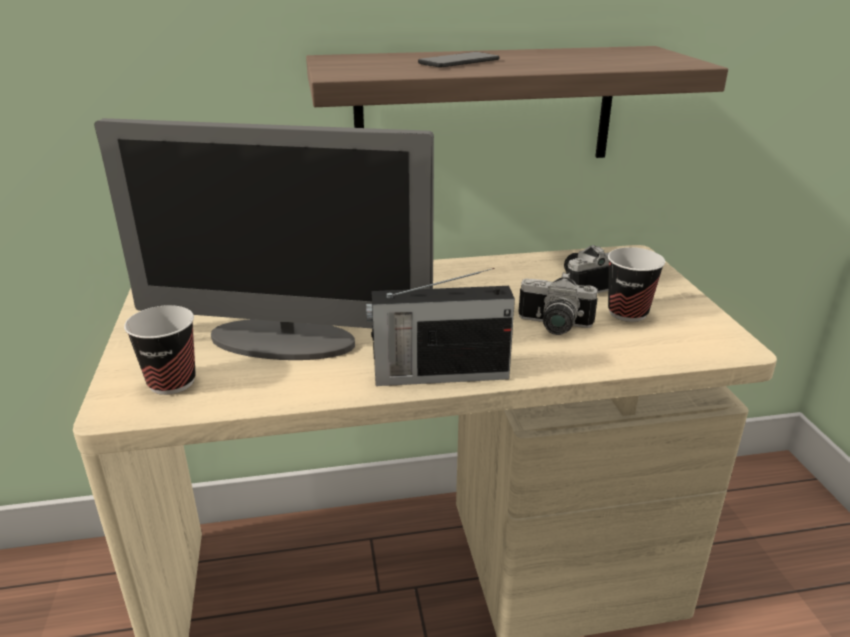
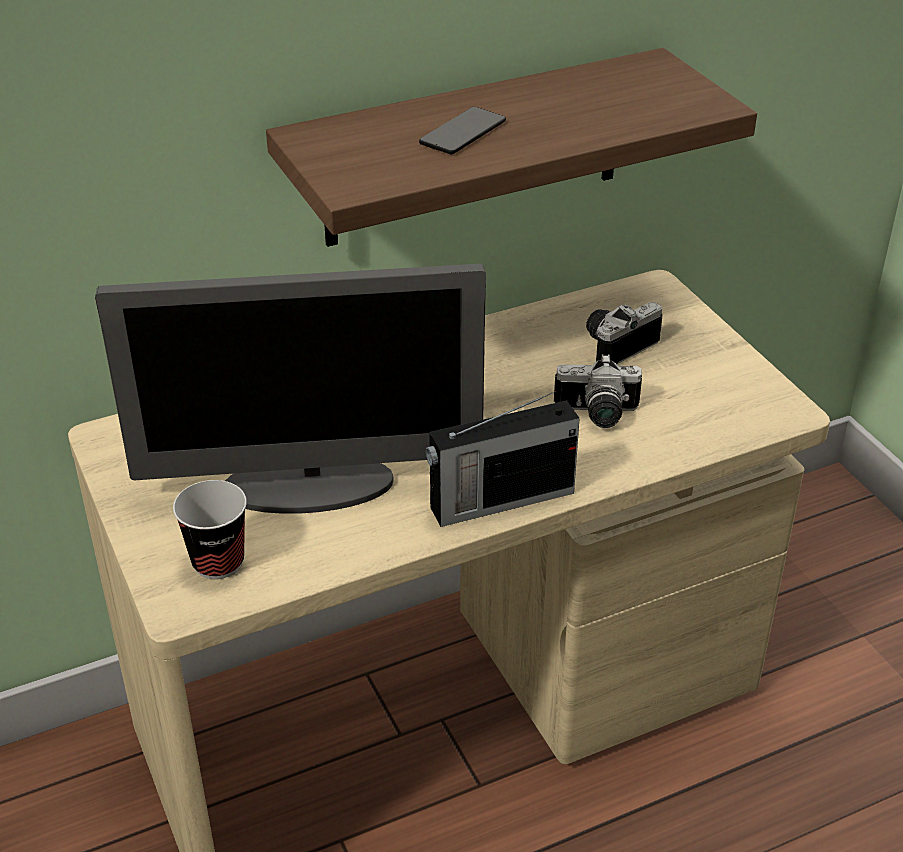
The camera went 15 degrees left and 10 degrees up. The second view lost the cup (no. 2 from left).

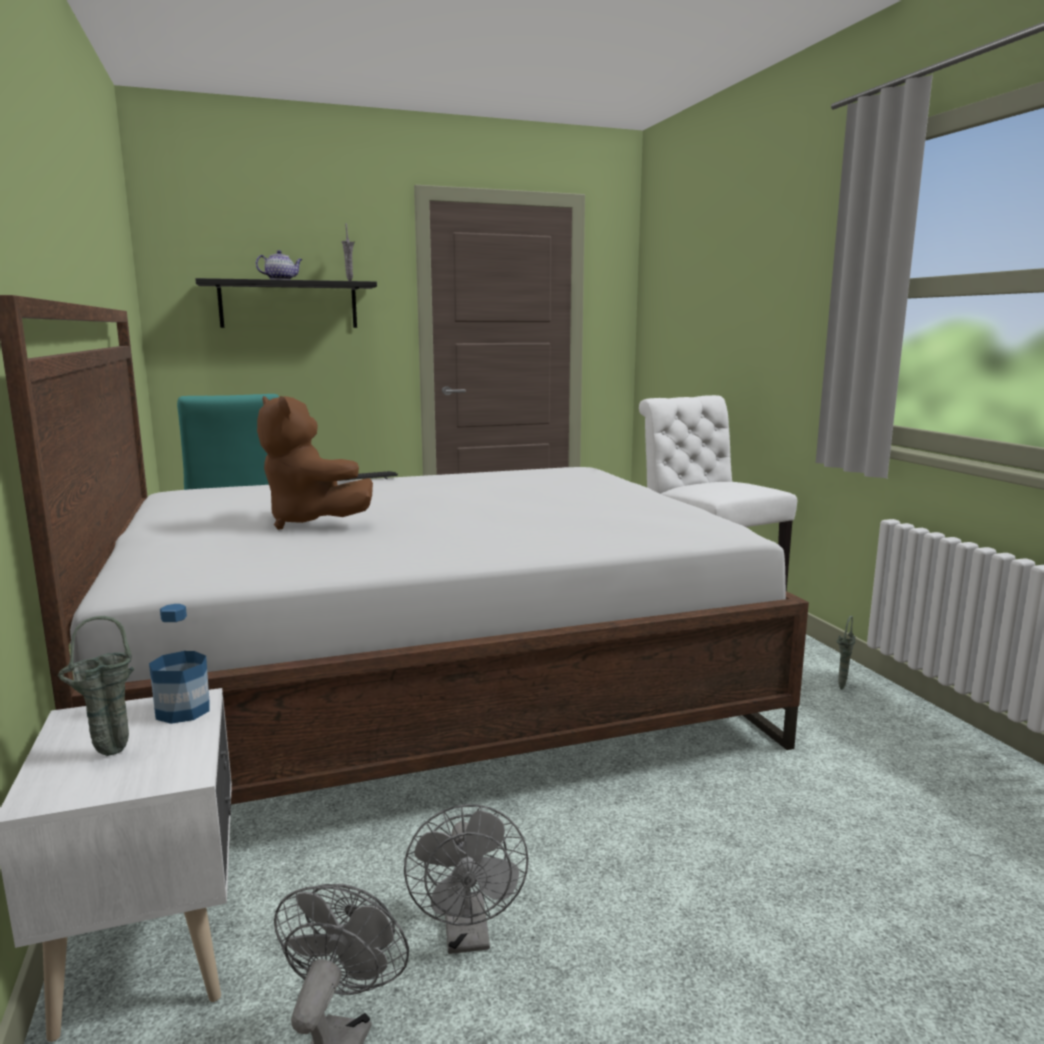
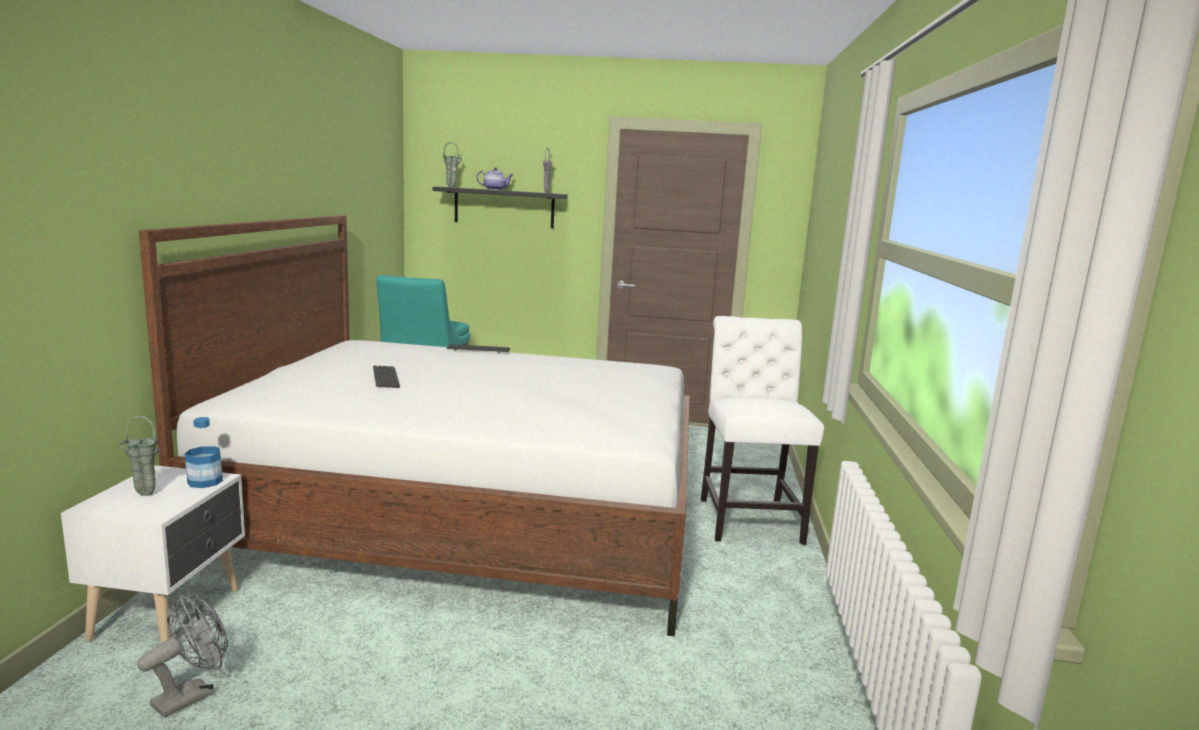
The camera went 25 degrees right and 0 degrees up. Where the brown_plush_toy stood, the PC_keyboard (no. 1 from left) came to stand. The green_decorative_vase (no. 2 from left) ended up elsewhere. The second view lost the grey_cooling_fan (no. 2 from left).

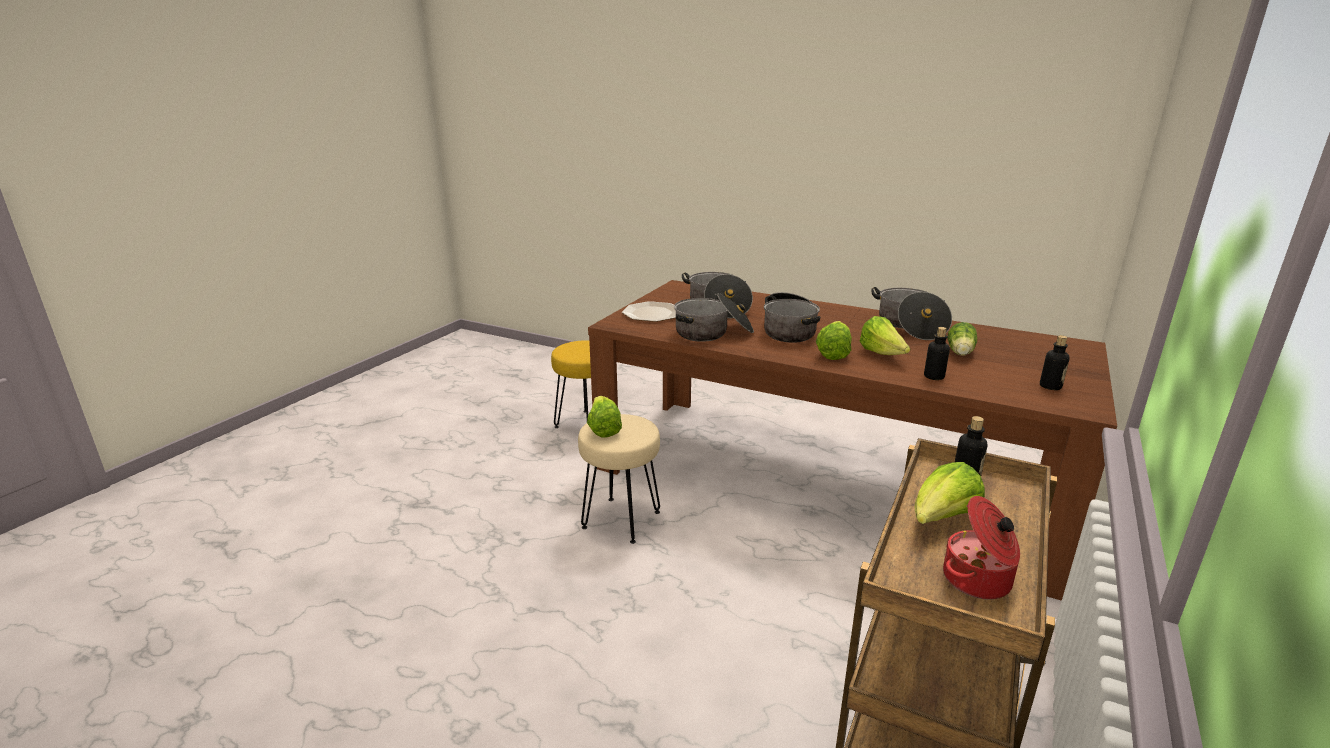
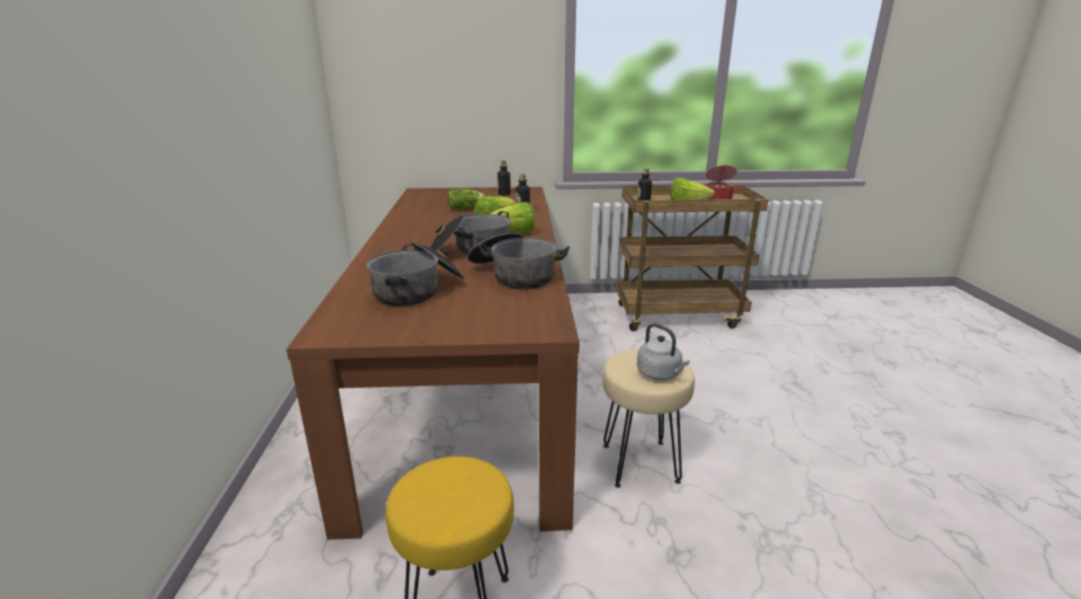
The camera went 120 degrees left and 0 degrees up. The second view lost the saucepot (no. 4 from left). The second view lost the dinner_plate. Where the lettuce_head (no. 1 from left) stood, the grey_water_kettle came to stand.

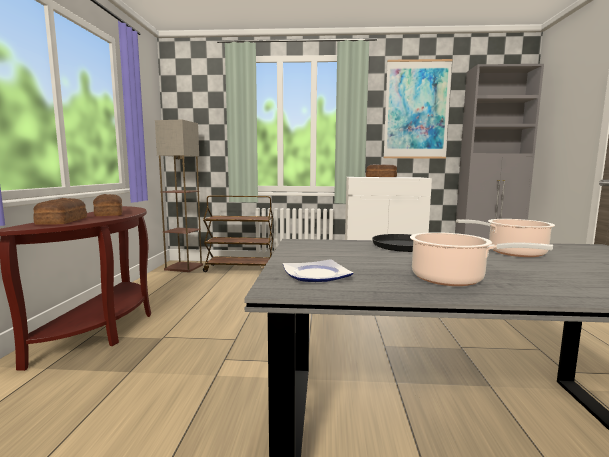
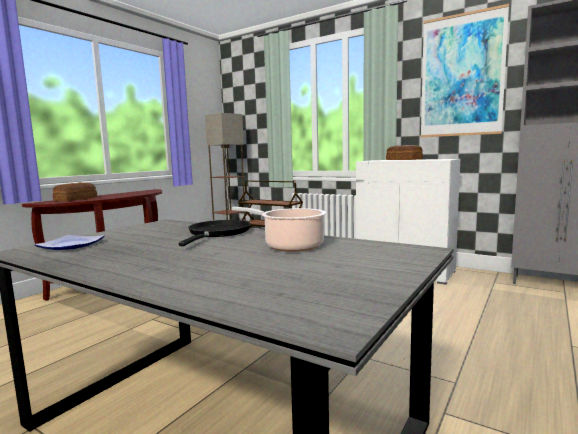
The camera went 30 degrees right and 0 degrees up. The second view lost the baked_bread (no. 2 from left). The second view lost the saucepot (no. 1 from left).

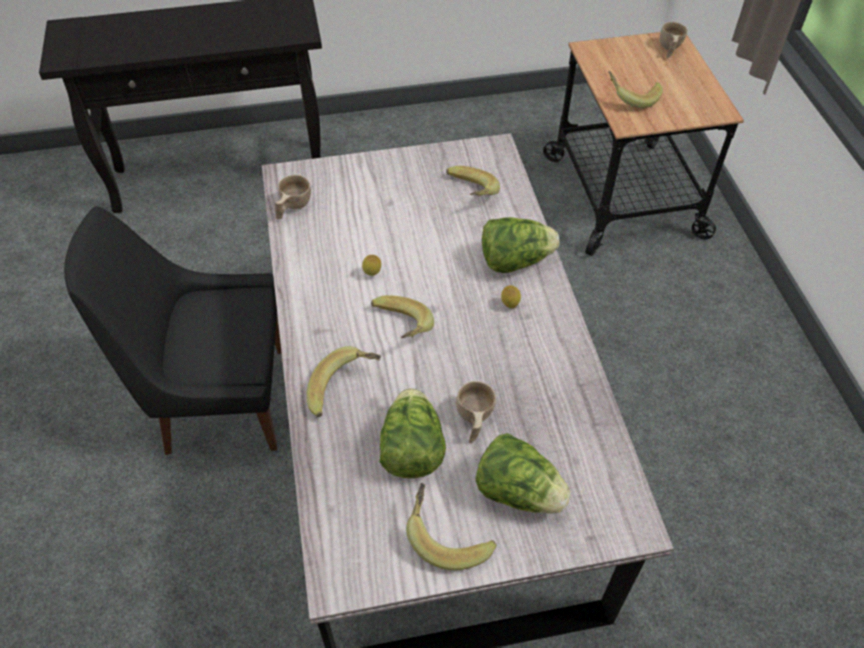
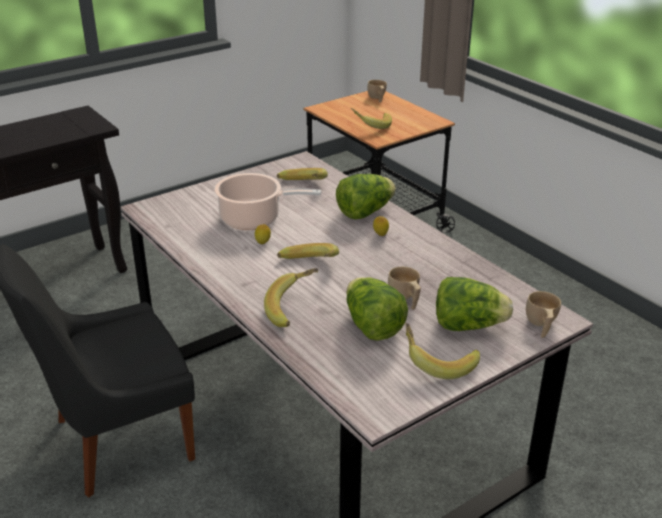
The camera went 25 degrees left and 20 degrees down. The sand-coloured_cup (no. 1 from left in the first image) ended up elsewhere. The second view gained the saucepot.

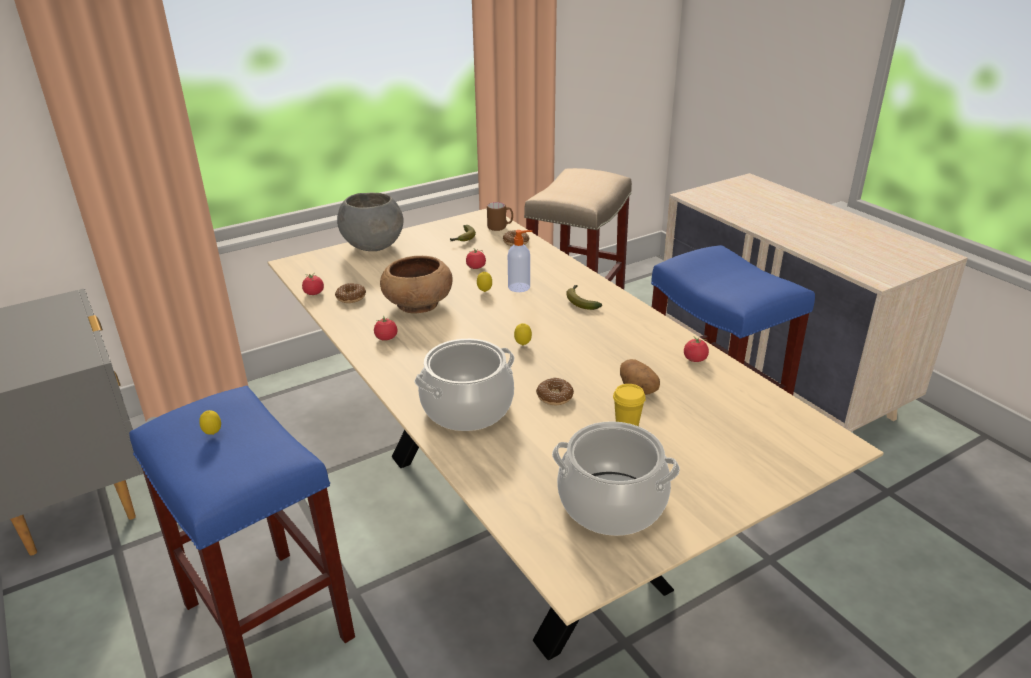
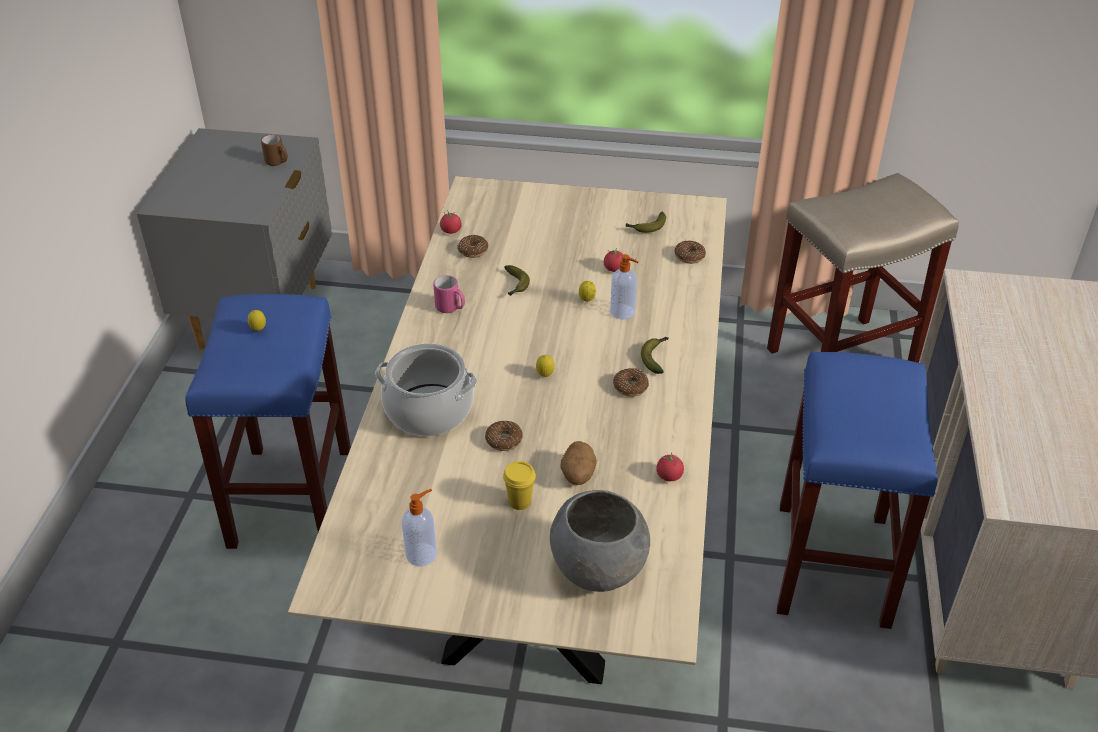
The camera went 40 degrees right and 10 degrees up. The grey_deep_dish ended up elsewhere. The brown_mug ended up elsewhere. Where the brown_deep_dish stood, the banana (no. 1 from left) came to stand. Where the tomato (no. 2 from left) stood, the pink_mug came to stand. Where the saucepot (no. 2 from left) stood, the liquid_soap_bottle (no. 1 from left) came to stand. The second view gained the doughnut (no. 3 from left).

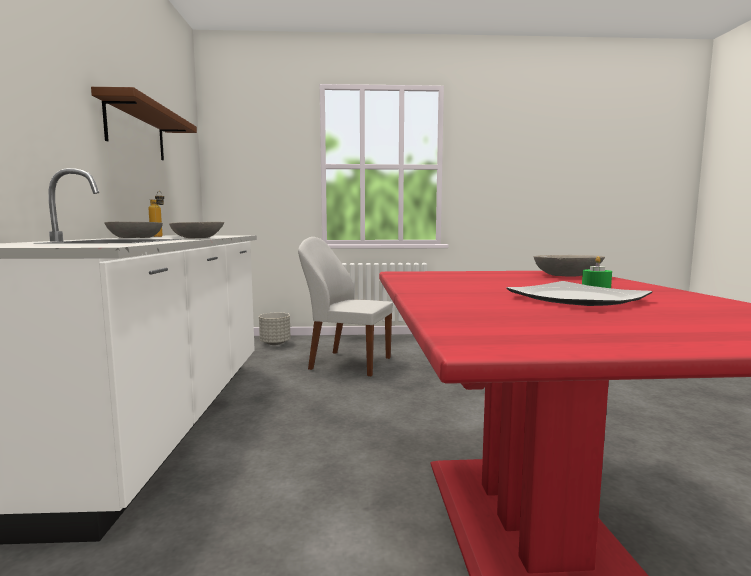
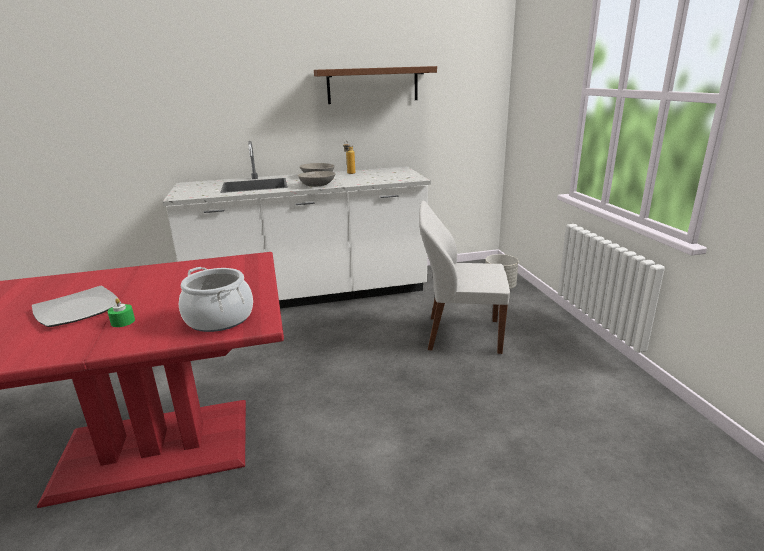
The camera went 80 degrees right and 15 degrees up. The white_chair ended up facing another way, 90 degrees counterclockwise from before. Where the grey_deep_dish (no. 3 from left) stood, the saucepot came to stand.

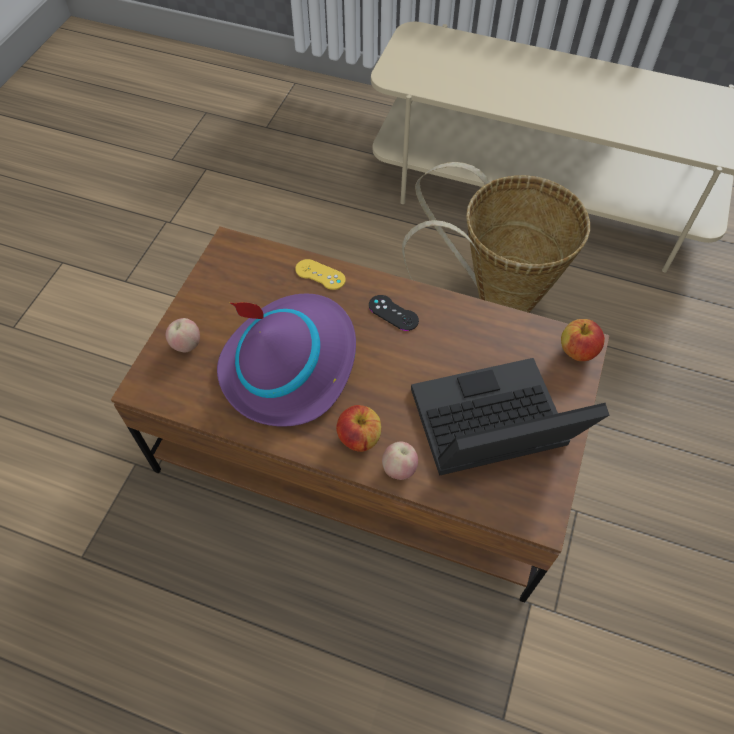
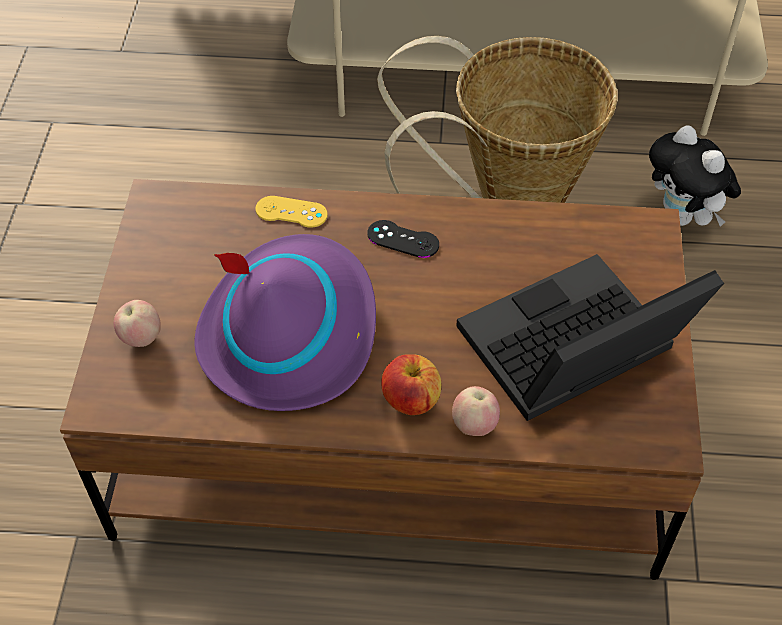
The camera went 15 degrees left and 5 degrees down. The second view lost the apple_fruit (no. 4 from left). The second view gained the plush_toy.

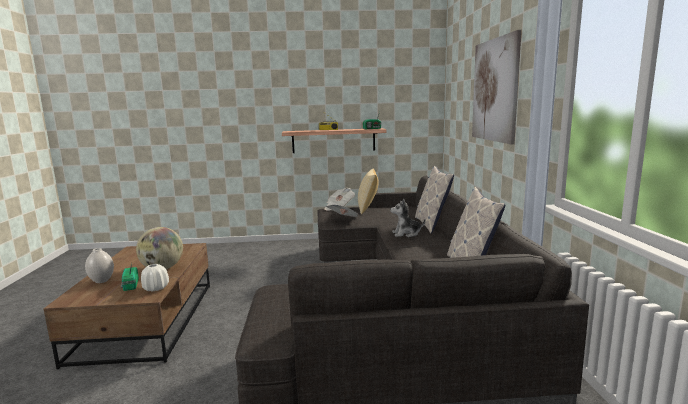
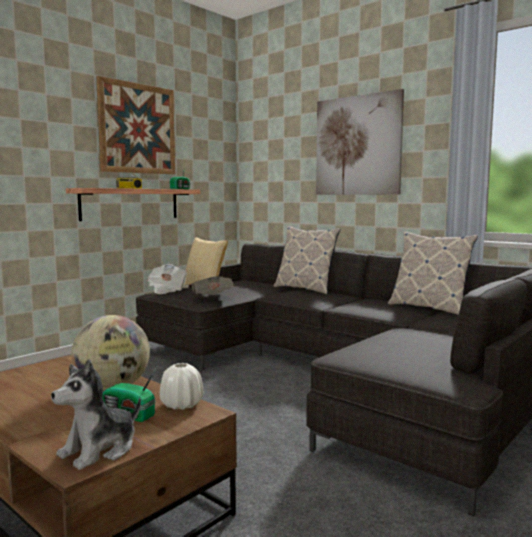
The camera went 45 degrees left and 5 degrees down. The plush_toy ended up elsewhere. The second view lost the white_decorative_vase (no. 1 from left). The second view gained the wall_art (no. 1 from left).

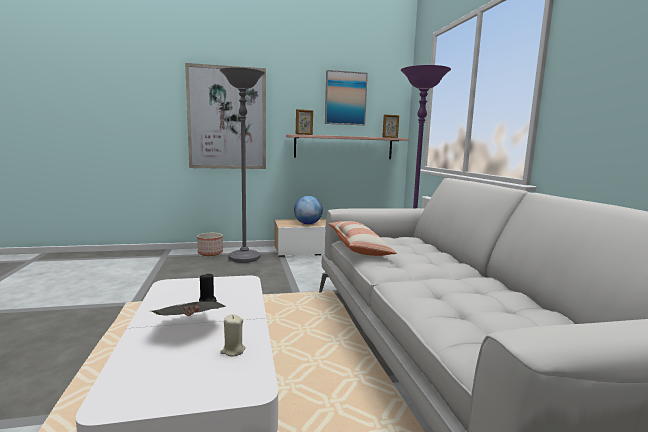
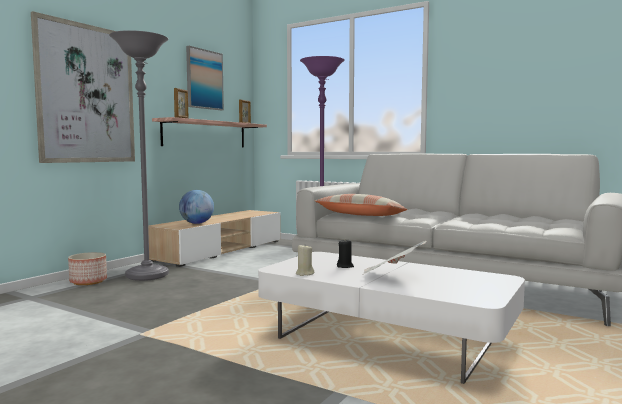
The camera went 45 degrees left and 5 degrees down. The sand-coloured_wax_light ended up elsewhere.

